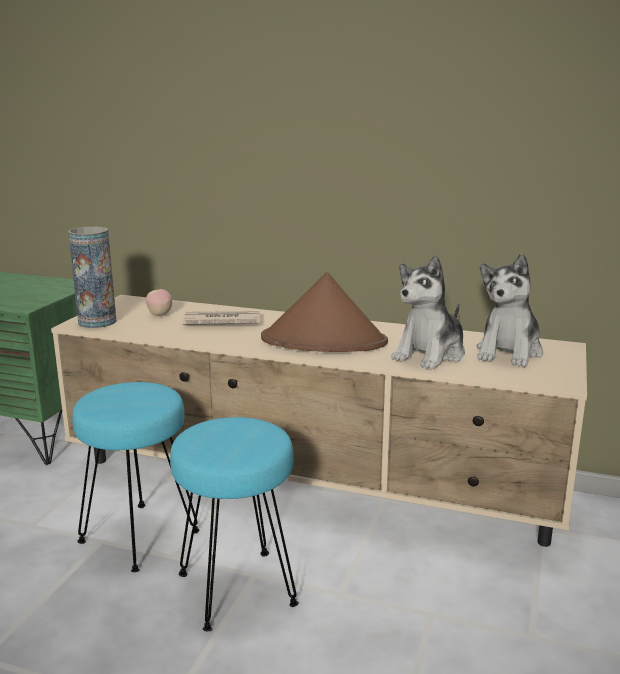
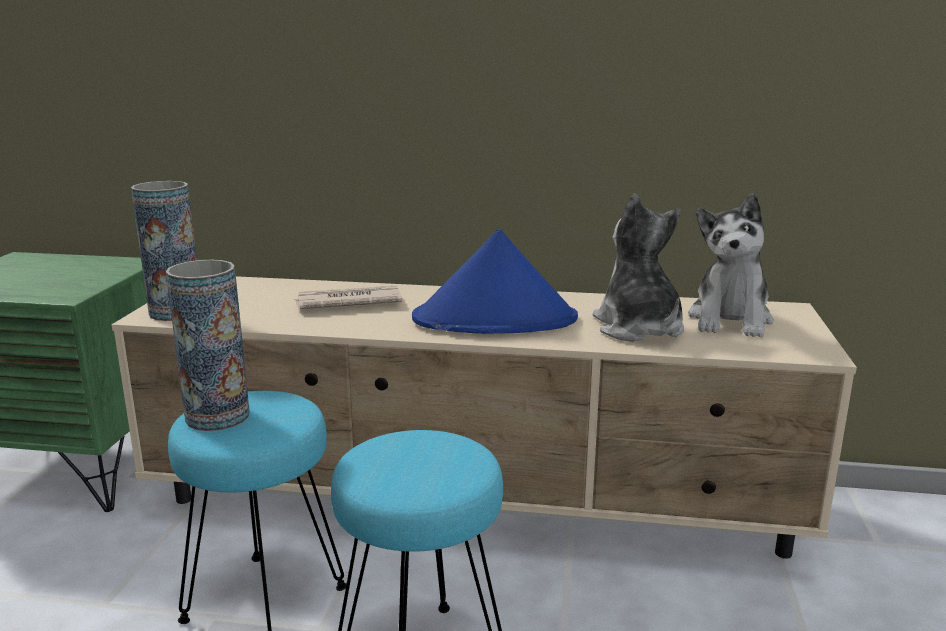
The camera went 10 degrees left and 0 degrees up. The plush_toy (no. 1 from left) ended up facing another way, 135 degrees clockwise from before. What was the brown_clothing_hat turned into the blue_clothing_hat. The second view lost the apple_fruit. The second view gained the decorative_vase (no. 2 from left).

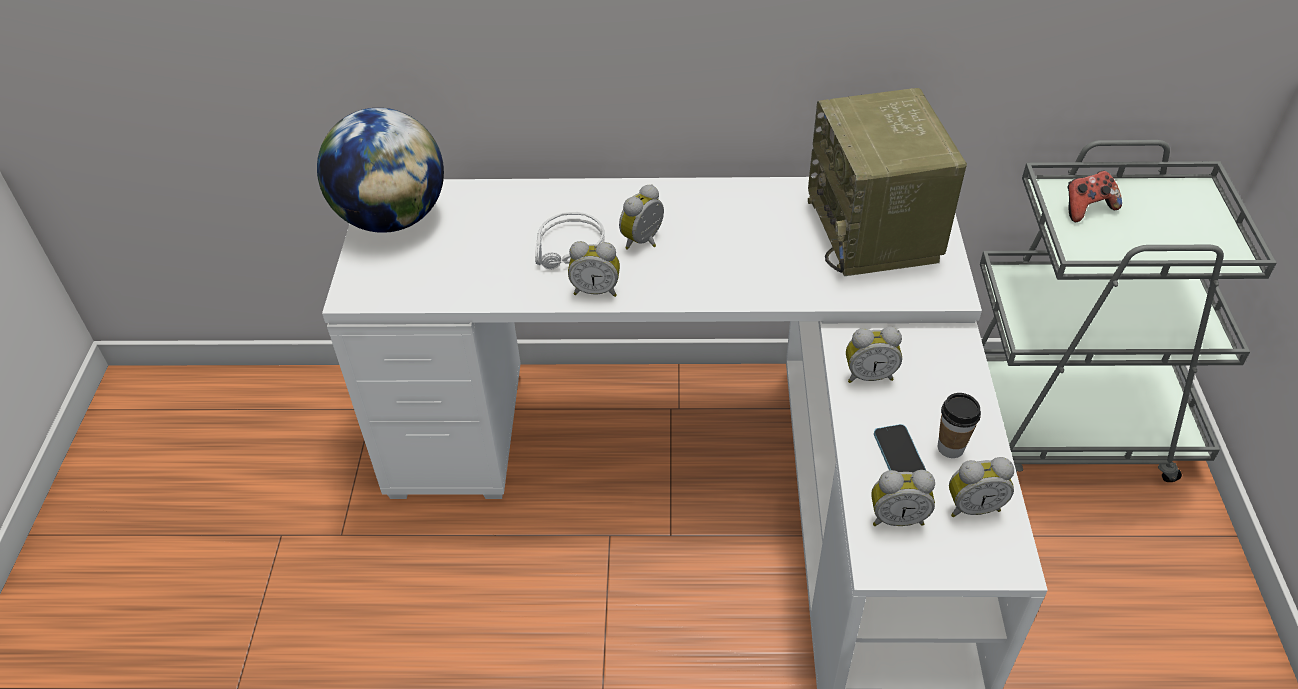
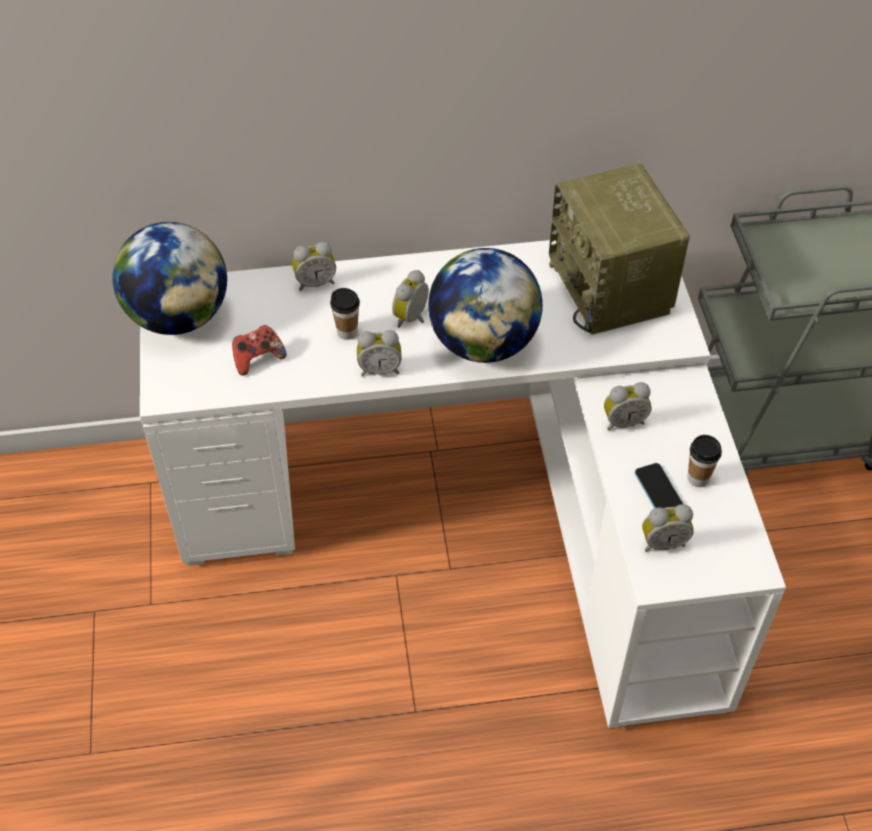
The camera went 10 degrees left and 5 degrees up. The game_controller ended up elsewhere. Where the grey_pair_of_headphones stood, the cup (no. 1 from left) came to stand. The table_clock (no. 5 from left in the first image) ended up elsewhere. The second view gained the world_globe (no. 2 from left).

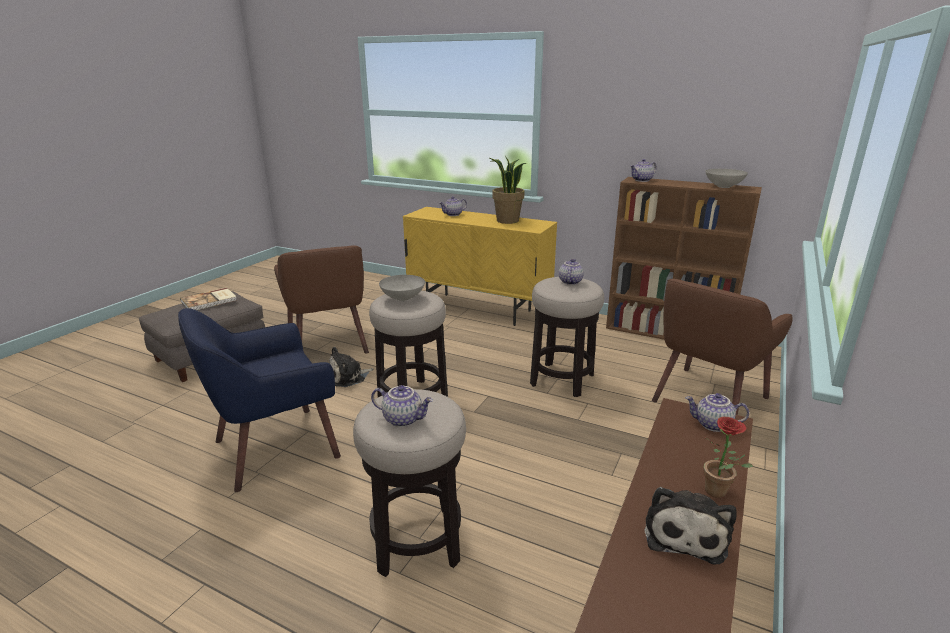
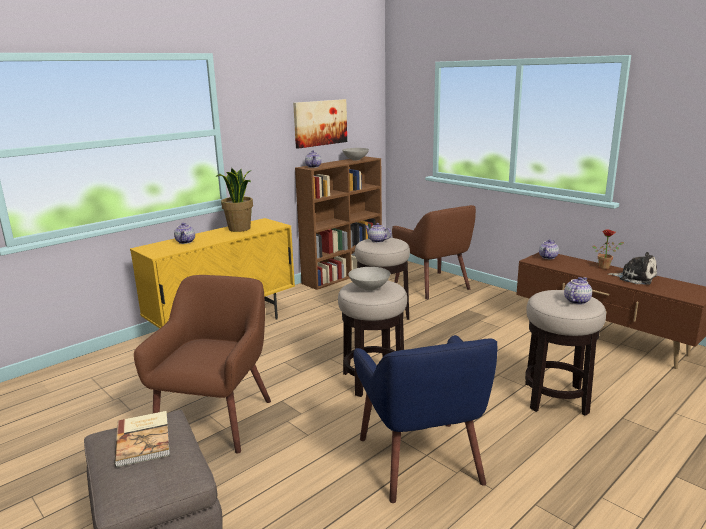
The camera went 70 degrees left and 5 degrees down. The brown_lounge_chair (no. 1 from left) ended up facing another way, 75 degrees counterclockwise from before. The second view lost the plush_toy (no. 1 from left). The second view gained the wall_art.

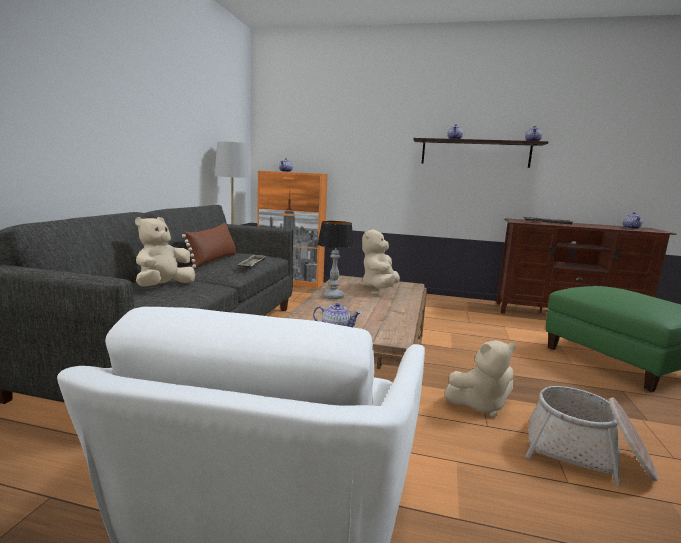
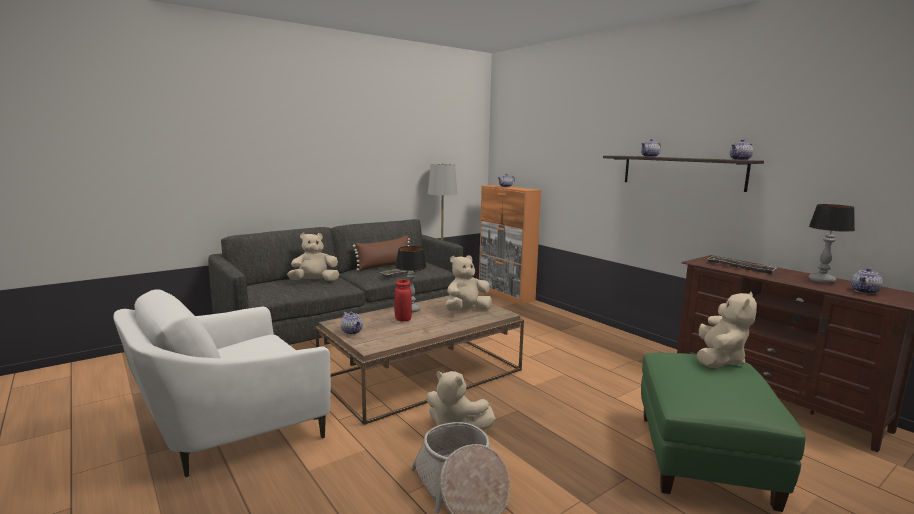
The camera went 40 degrees right and 0 degrees up. The second view gained the table_lamp (no. 2 from left). The second view gained the red_decorative_vase. The second view gained the sand-coloured_plush_toy (no. 4 from left).

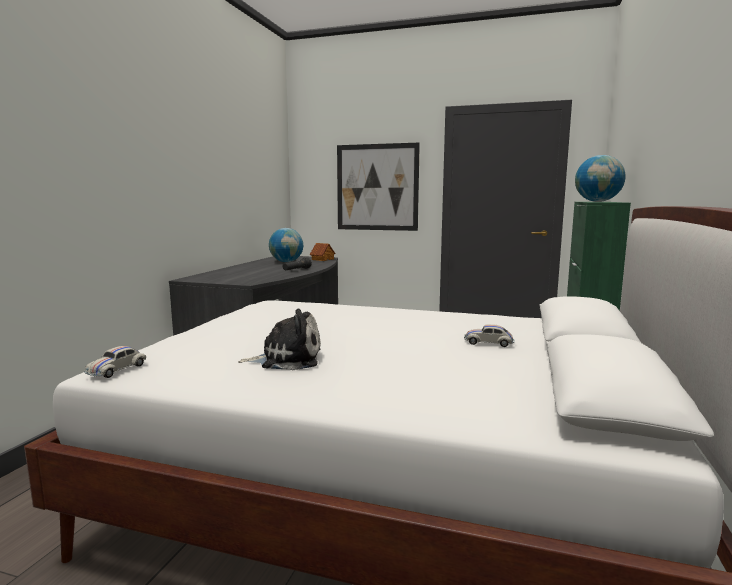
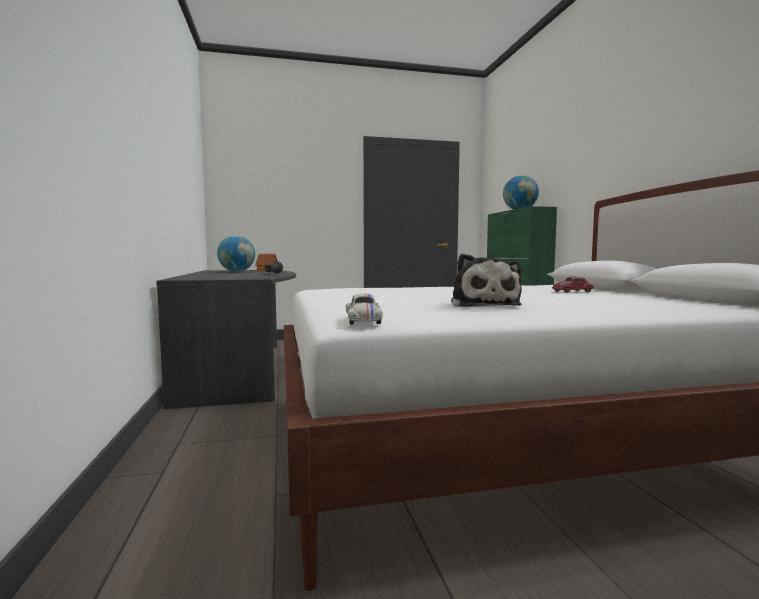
The camera went 30 degrees left and 5 degrees down. The second view lost the wall_art. The plush_toy ended up facing another way, 120 degrees clockwise from before. What was the white_miniature_car (no. 2 from left) turned into the red_miniature_car.

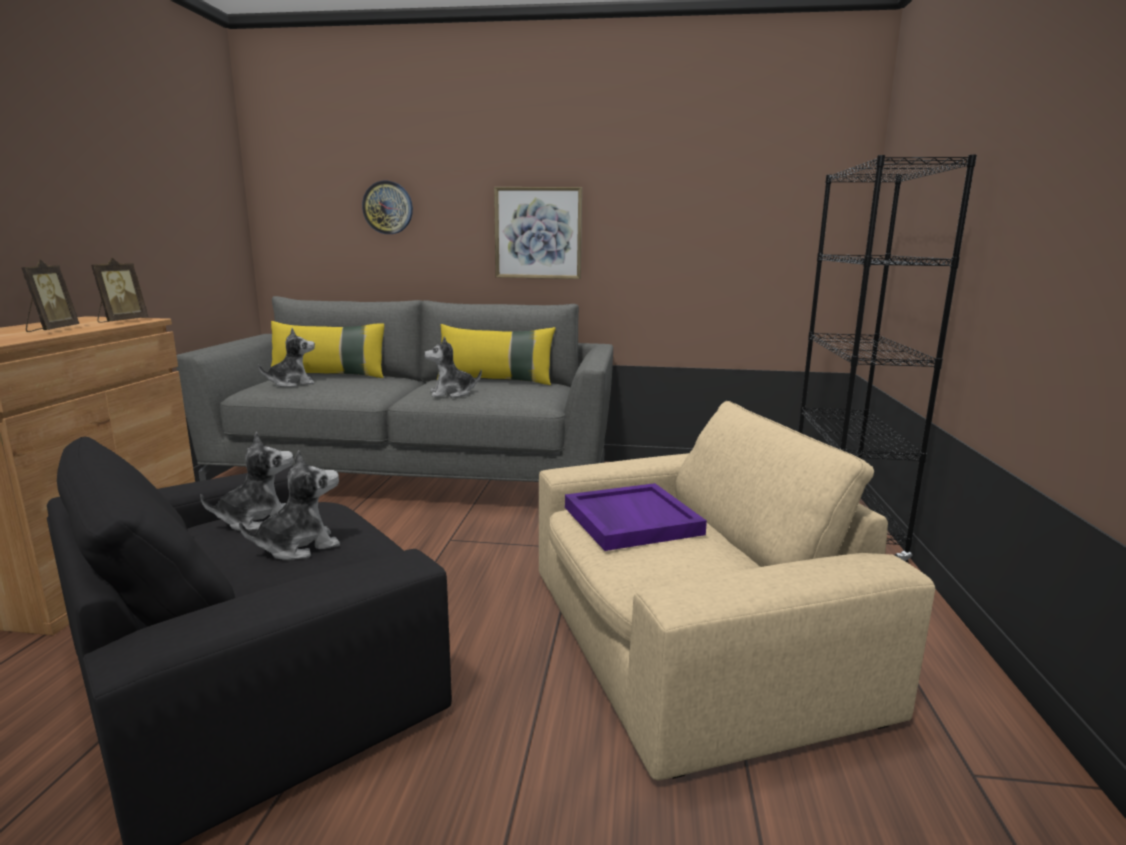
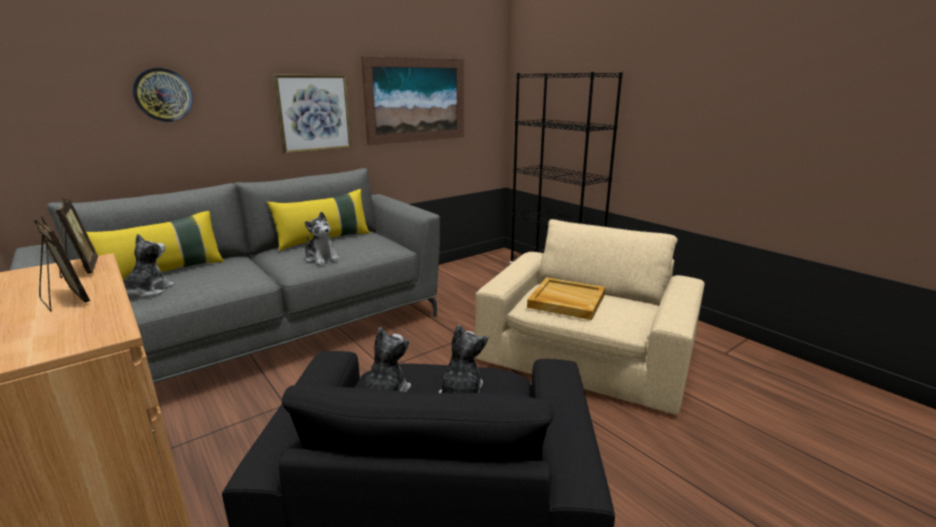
The camera went 45 degrees left and 5 degrees up. The plush_toy (no. 4 from left in the first image) ended up facing another way, 75 degrees counterclockwise from before. What was the purplish_carrying_tray turned into the sand-coloured_carrying_tray. The second view gained the wall_art (no. 2 from left).

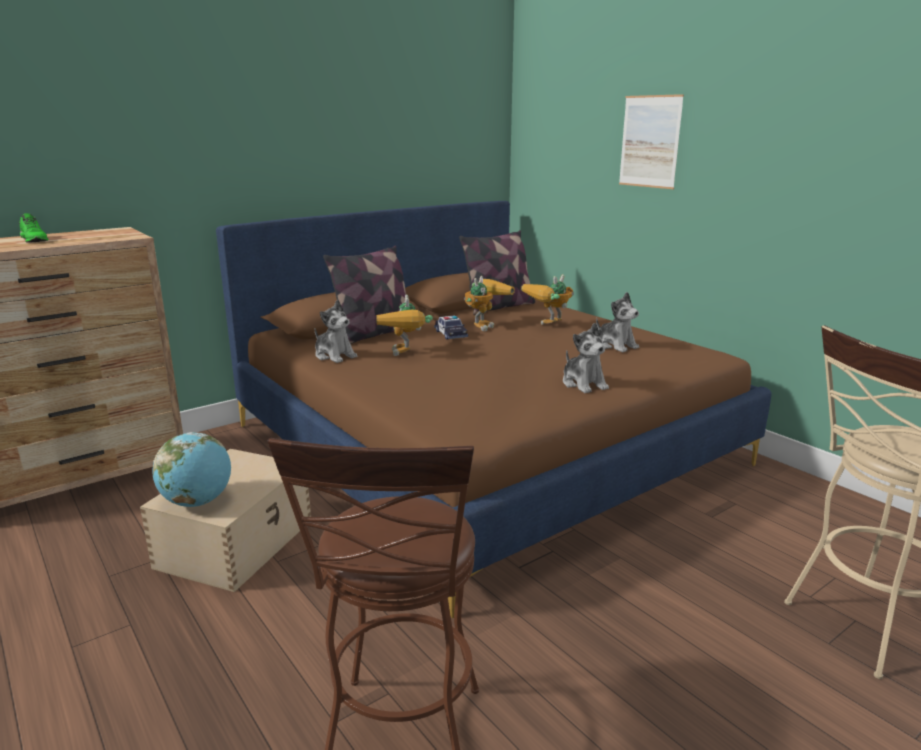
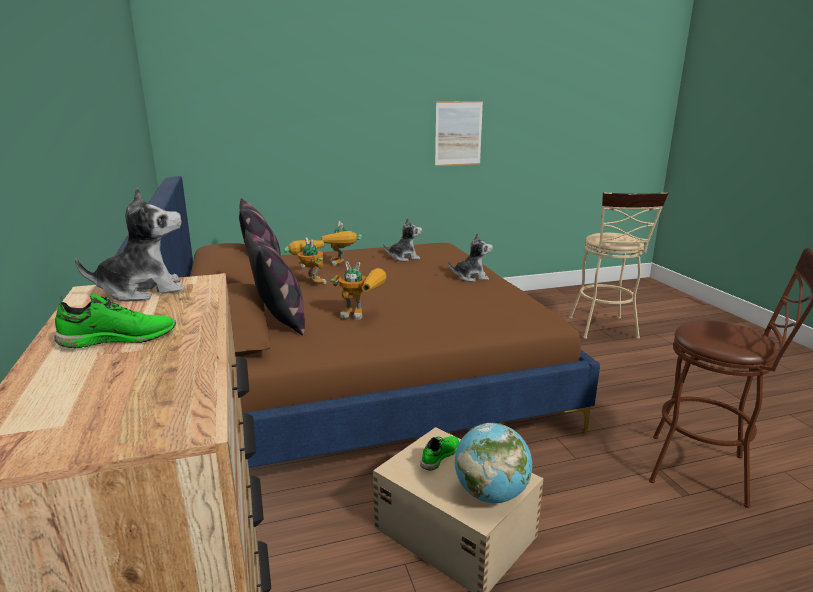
The camera went 70 degrees left and 0 degrees up. The wall_art ended up elsewhere. The plush_toy (no. 1 from left) ended up elsewhere. The second view lost the miniature_car. The second view gained the green_shoe (no. 2 from left).

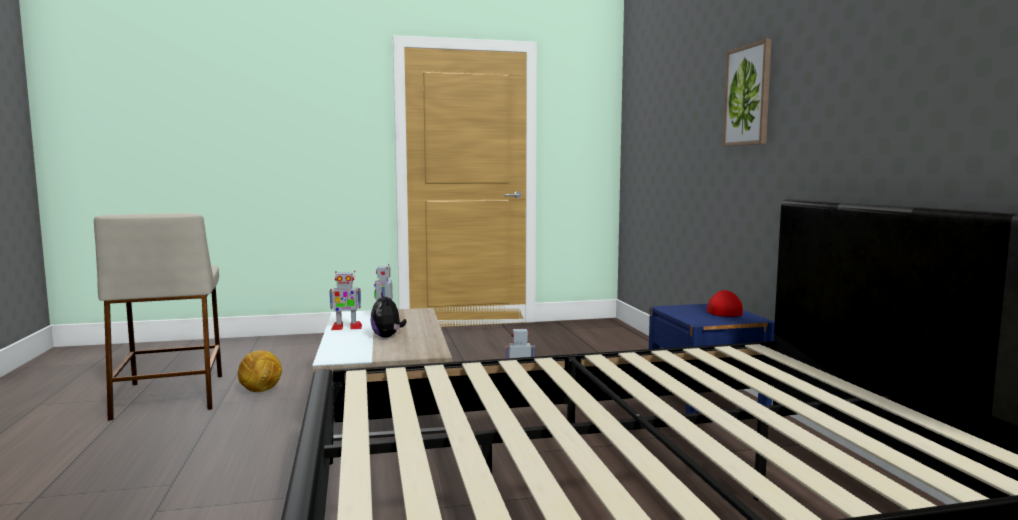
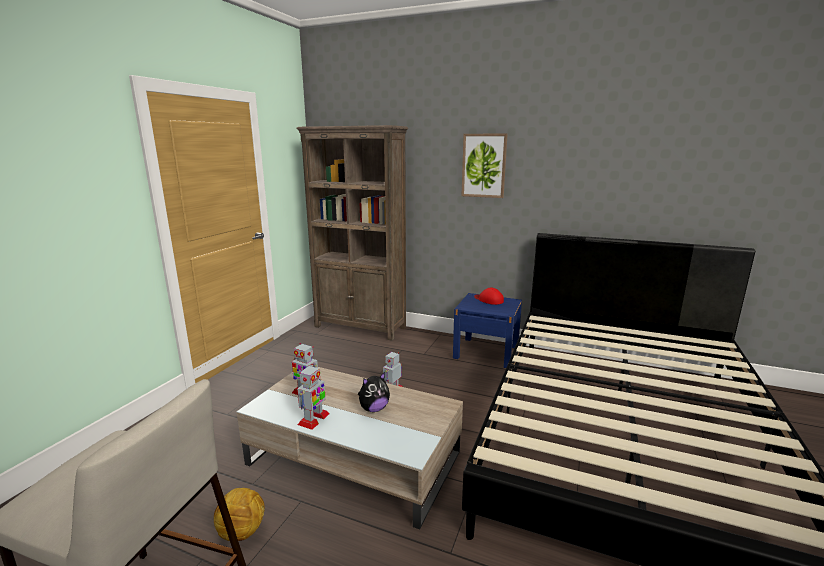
The camera went 55 degrees left and 10 degrees up. The plush_toy ended up facing another way, 45 degrees counterclockwise from before. The second view gained the brown_bookcase.

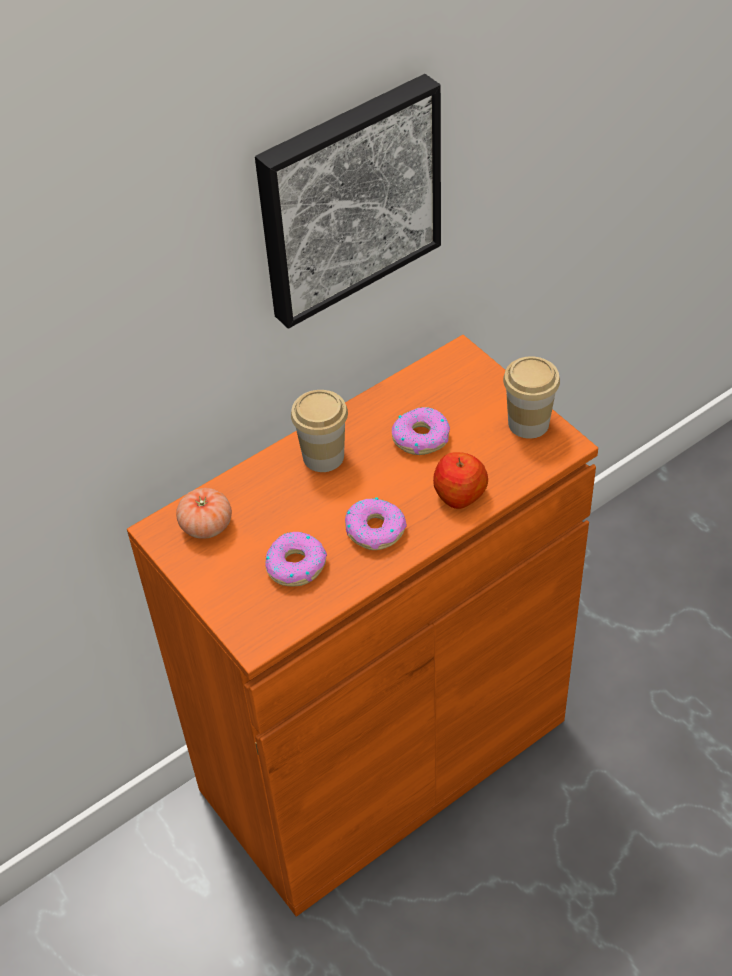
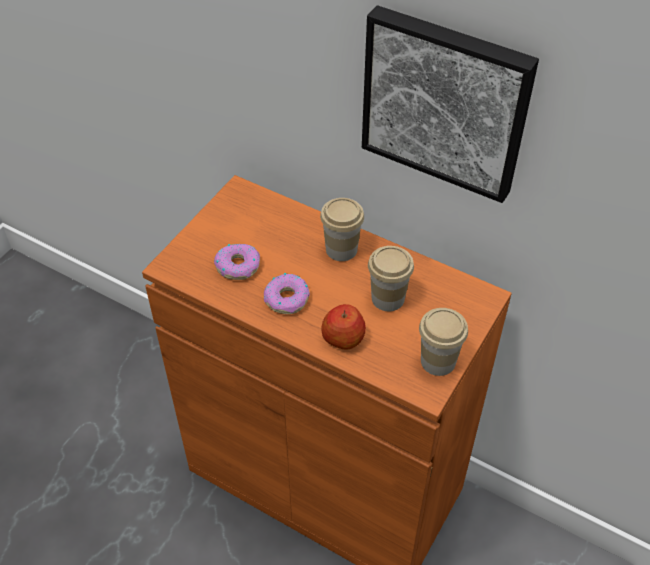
The camera went 65 degrees right and 0 degrees up. Where the doughnut (no. 3 from left) stood, the cup (no. 2 from left) came to stand. The second view lost the tomato.

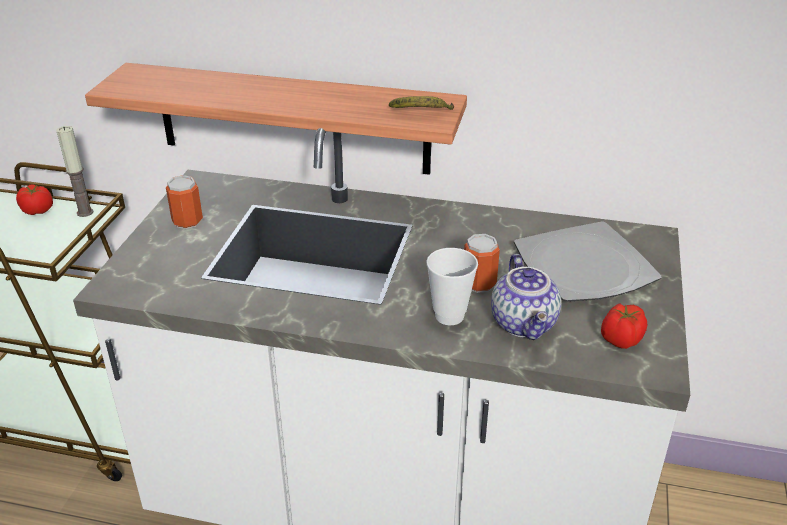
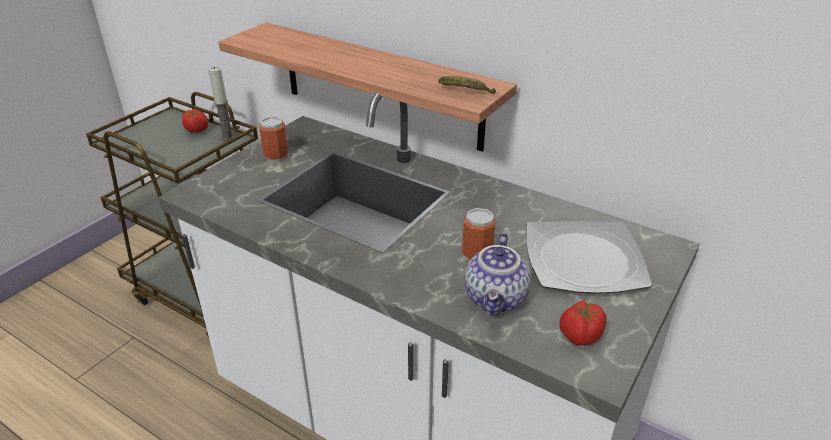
The camera went 20 degrees right and 0 degrees up. The second view lost the cup.

